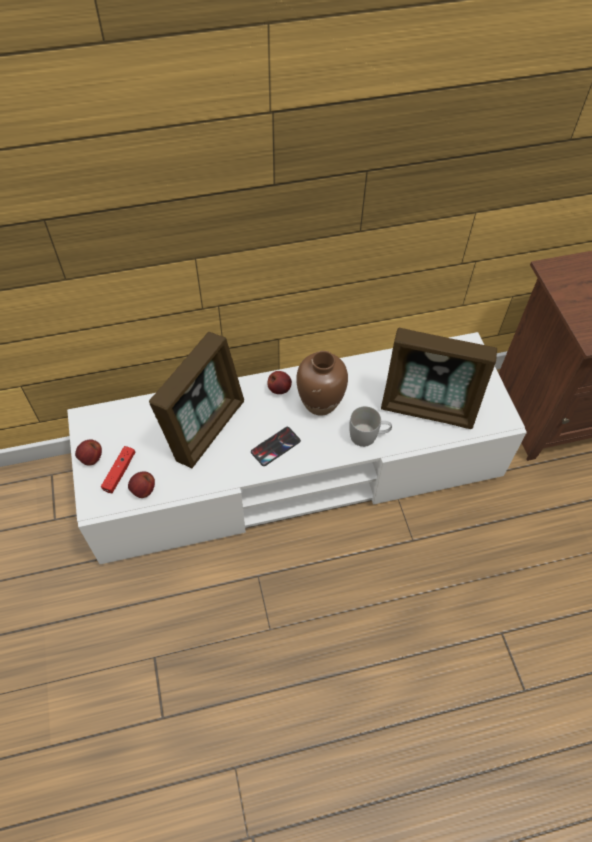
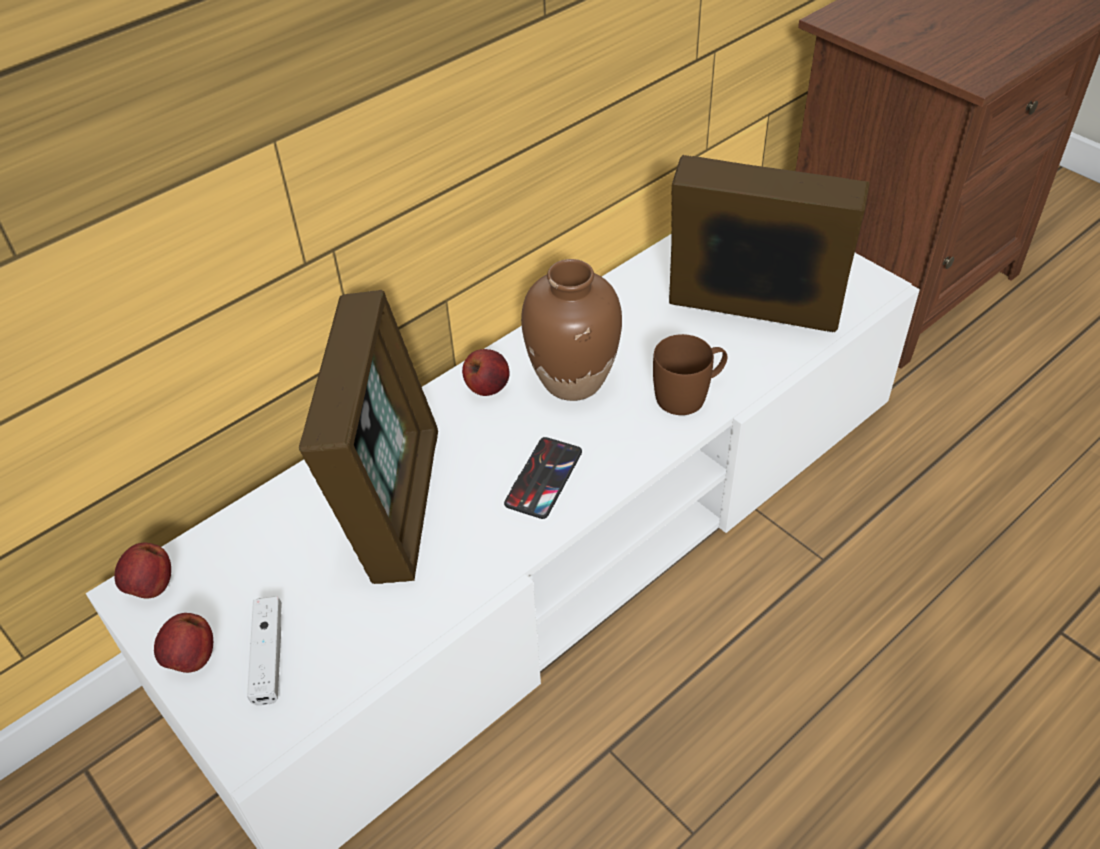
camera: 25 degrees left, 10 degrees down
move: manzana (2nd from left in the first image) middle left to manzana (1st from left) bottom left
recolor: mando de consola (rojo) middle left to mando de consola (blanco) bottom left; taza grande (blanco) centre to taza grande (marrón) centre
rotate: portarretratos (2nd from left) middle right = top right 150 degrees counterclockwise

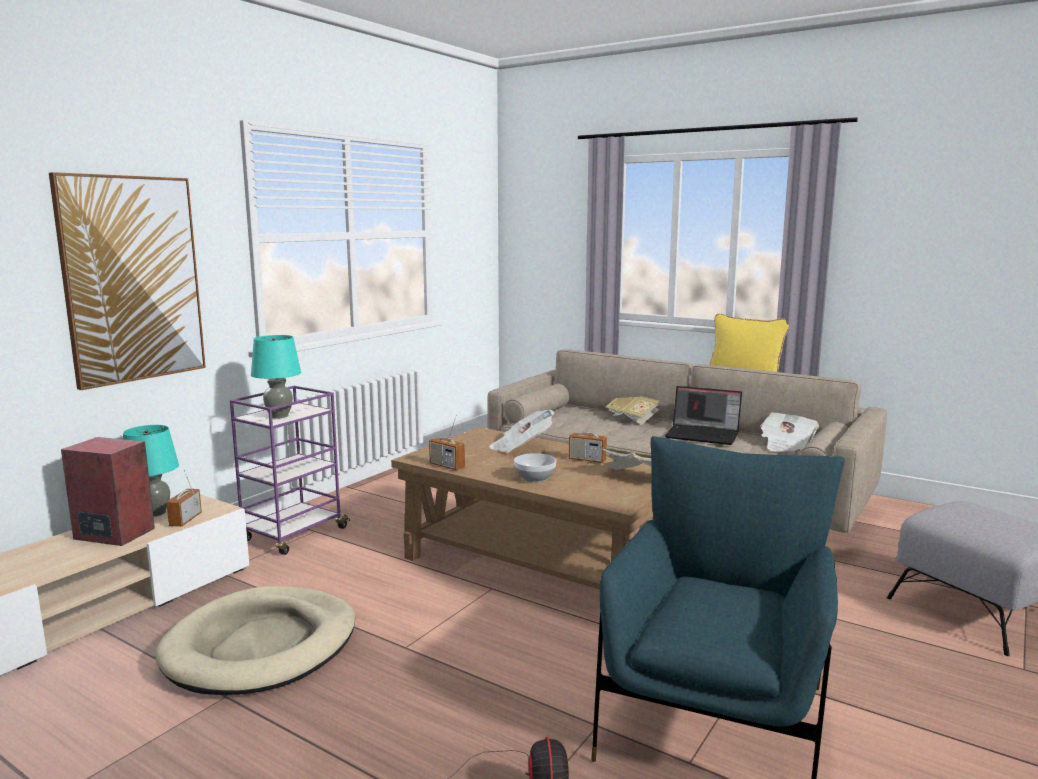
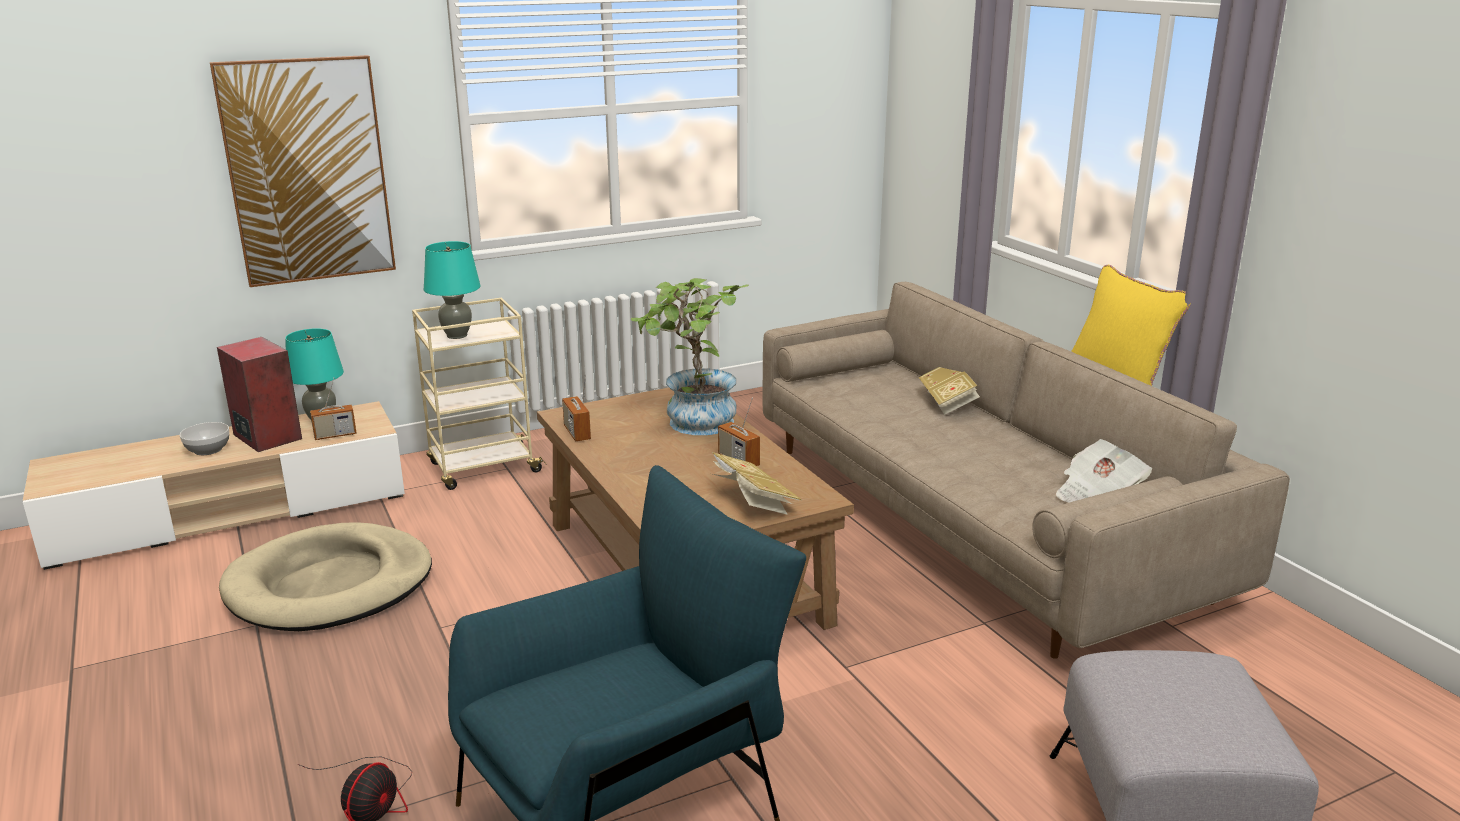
camera: 30 degrees right, 10 degrees up
delete: portátil middle right
move: cuenco centre to middle left
replace: periódico (1st from left) centre to planta en maceta centre
recolor: carrito (morado) middle left to carrito (beis) middle left
rotate: radio (1st from left) middle left = middle left 150 degrees counterclockwise

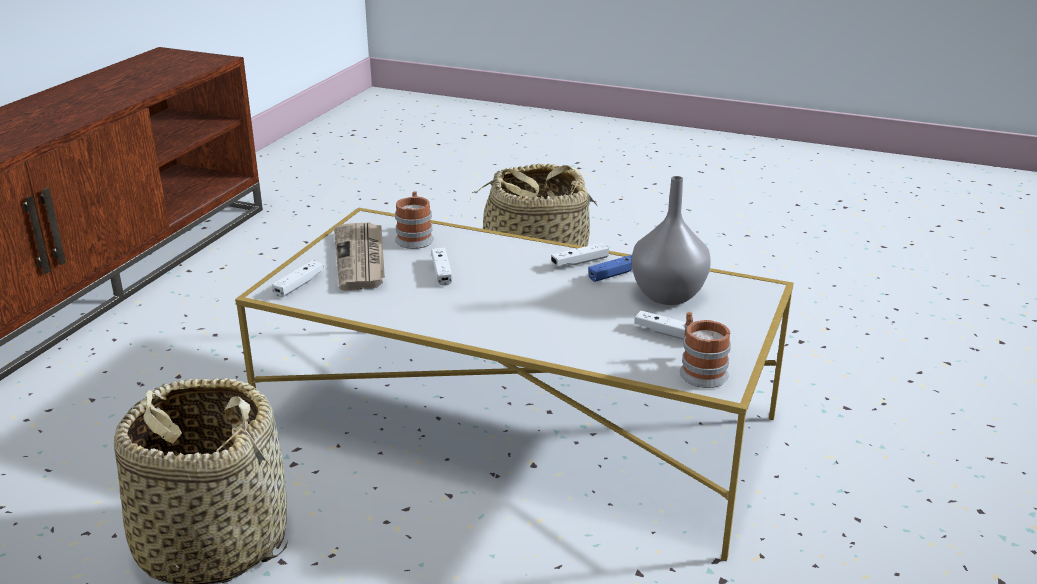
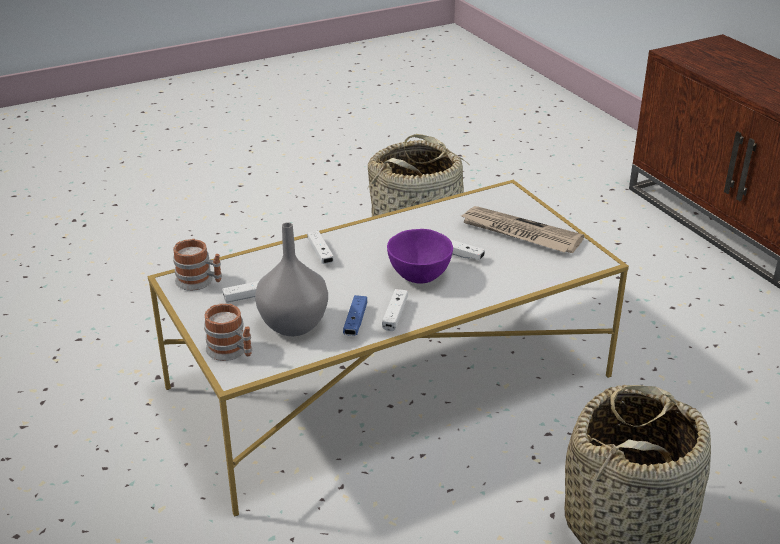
camera: 130 degrees right, 5 degrees up
insert: cuenco (morado) centre
move: mando de consola (blanco) (1st from left in the first image) middle left to mando de consola (blanco) (2nd from left) centre; taza grande (1st from left in the first image) centre to taza grande (2nd from left) middle left

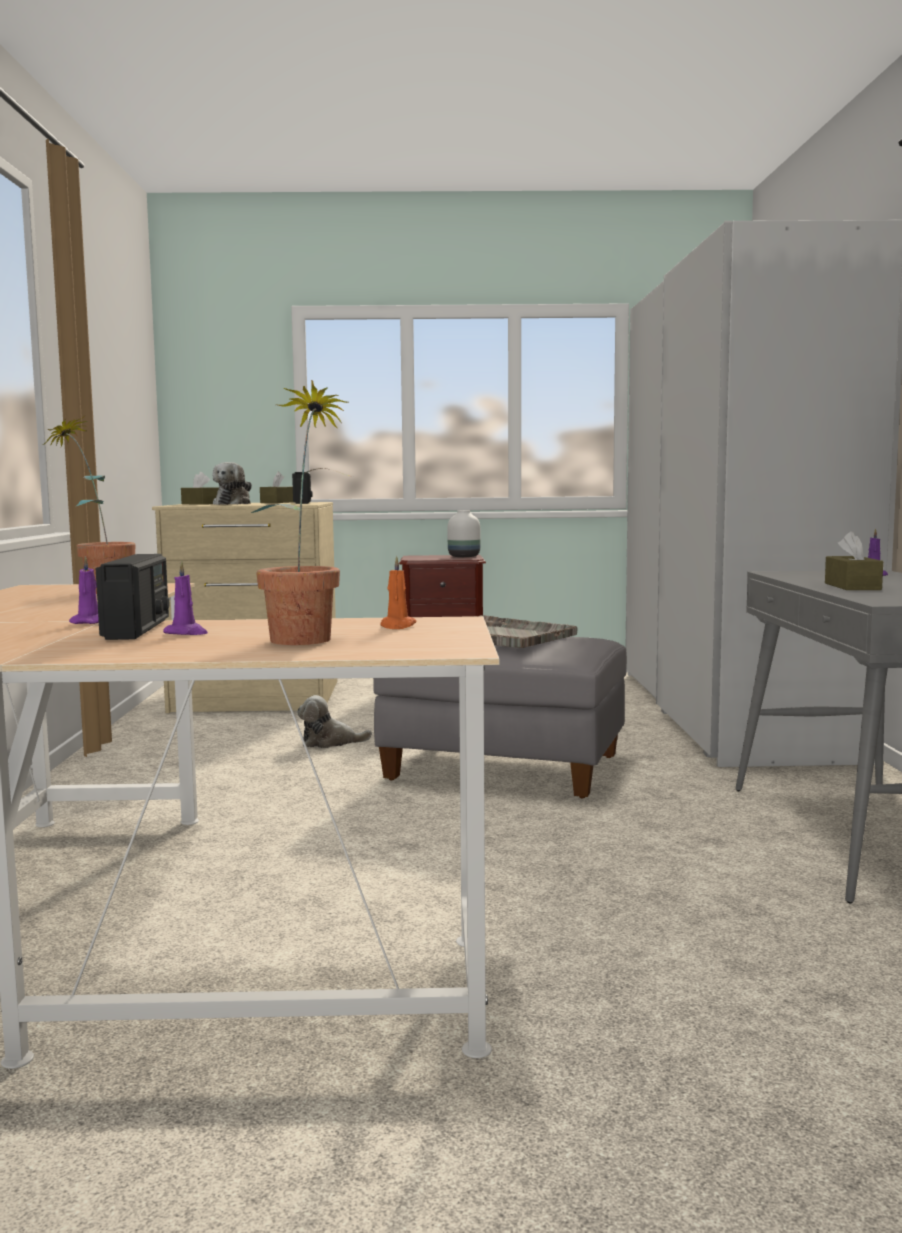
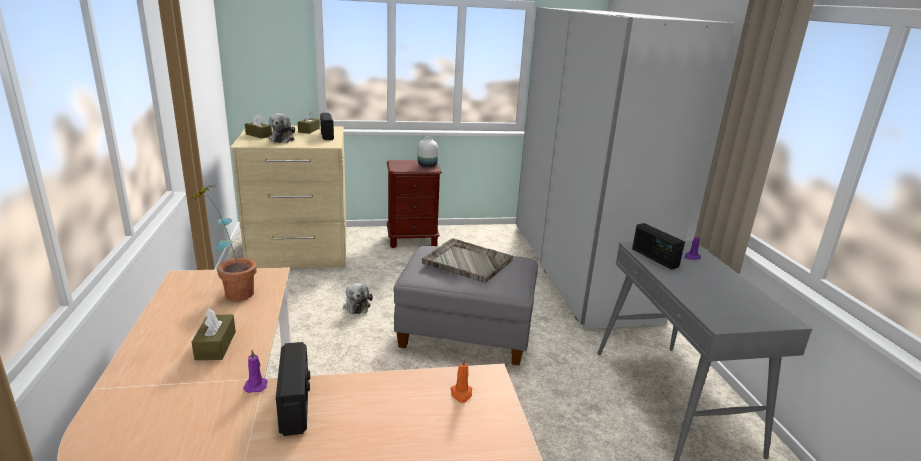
camera: 10 degrees left, 15 degrees up
delete: vela (morado) (2nd from left) middle left; planta en maceta (2nd from left) centre
insert: radio (3rd from left) middle right
move: caja de pañuelos (marrón) (3rd from left in the first image) middle right to caja de pañuelos (marrón) (1st from left) bottom left
rotate: peluche (2nd from left) centre = centre 90 degrees counterclockwise

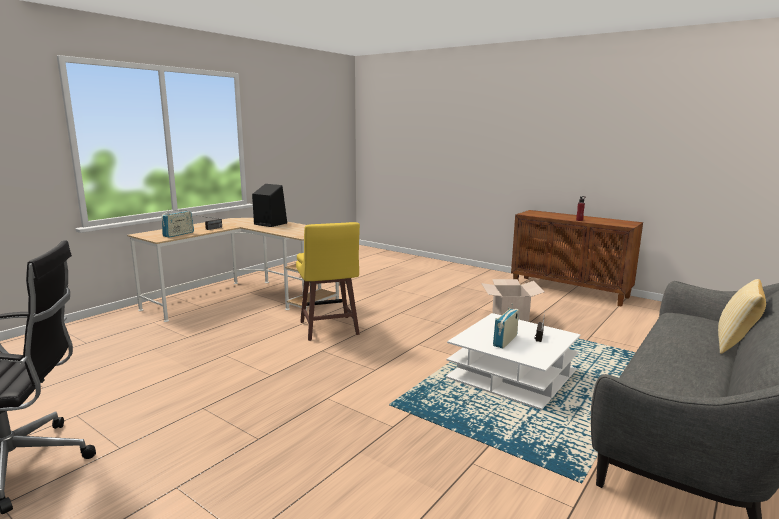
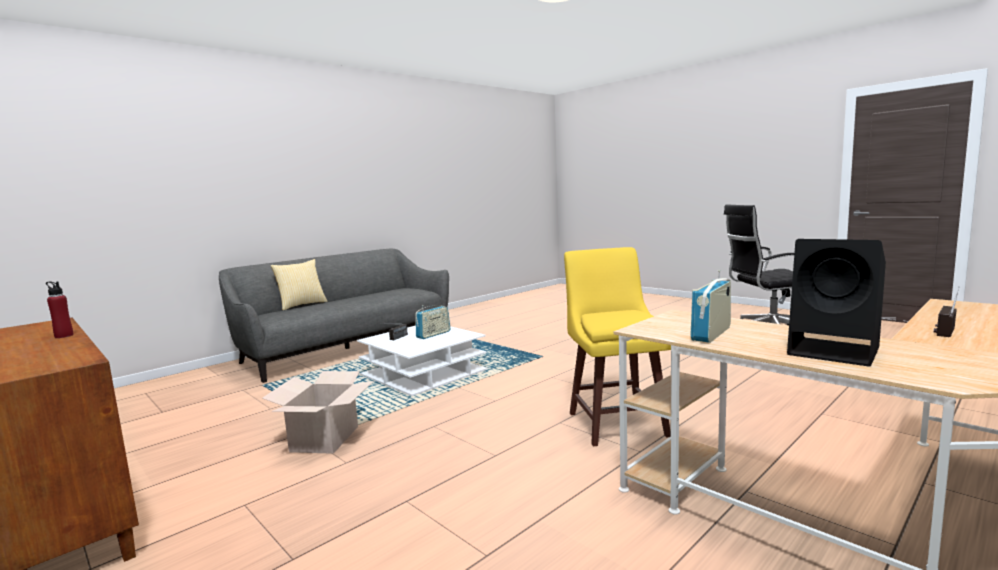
camera: 170 degrees left, 5 degrees down
move: radio (1st from left in the first image) middle left to radio (3rd from left) middle right

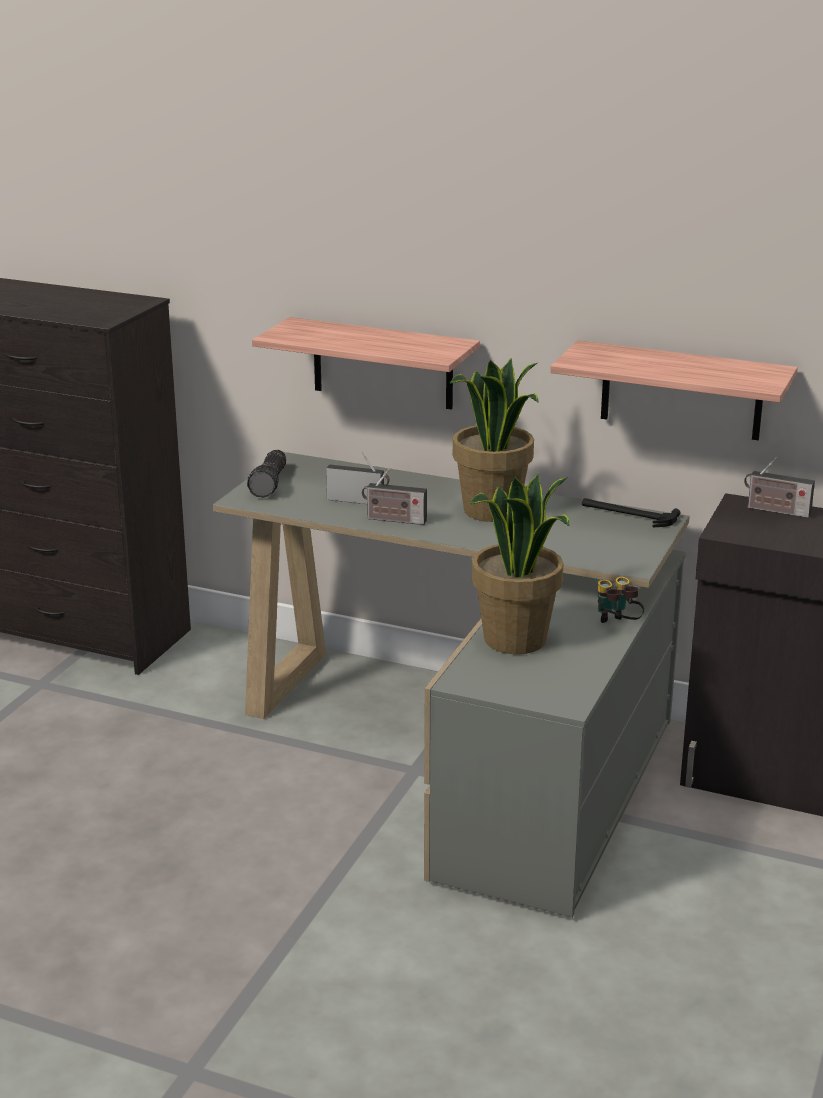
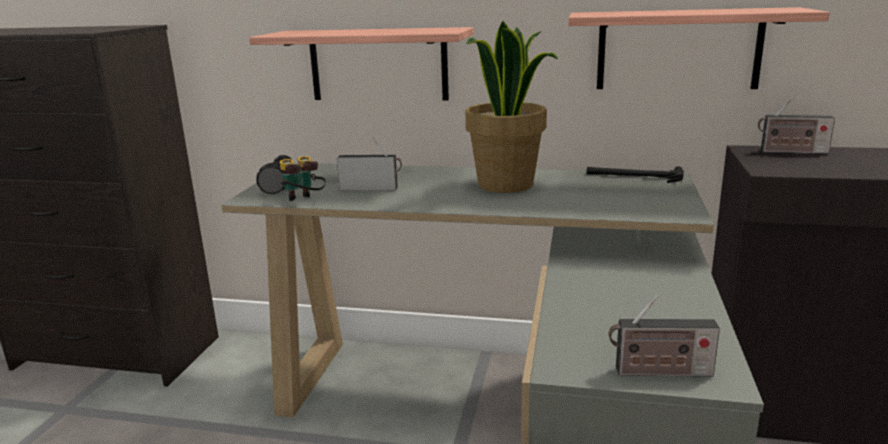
camera: 10 degrees left, 5 degrees down
delete: planta en maceta (2nd from left) centre
move: radio (2nd from left) centre to bottom right; prismáticos middle right to centre

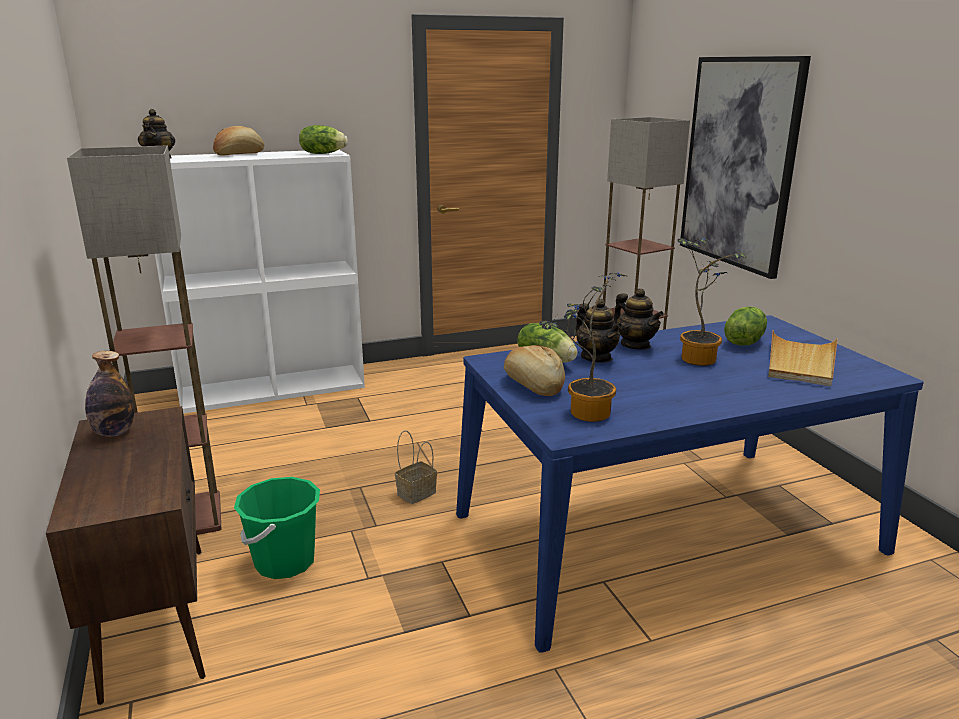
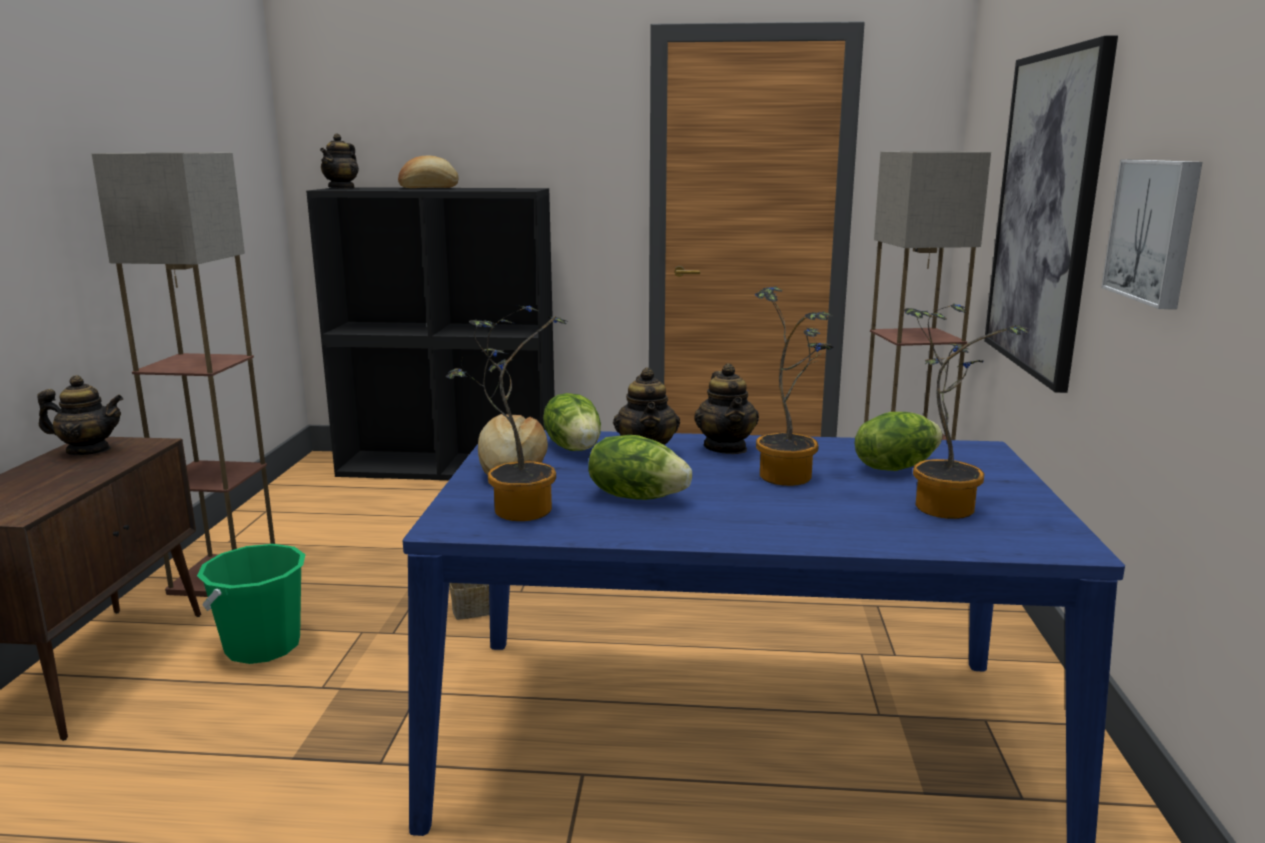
camera: 25 degrees right, 5 degrees down
insert: cuadro (2nd from left) top right
move: lechuga (1st from left in the first image) top centre to lechuga (2nd from left) centre
replace: botella middle left to tetera (1st from left) middle left; bandeja (beis) middle right to planta en maceta (3rd from left) middle right
recolor: estantería (blanco) middle left to estantería (negro) centre

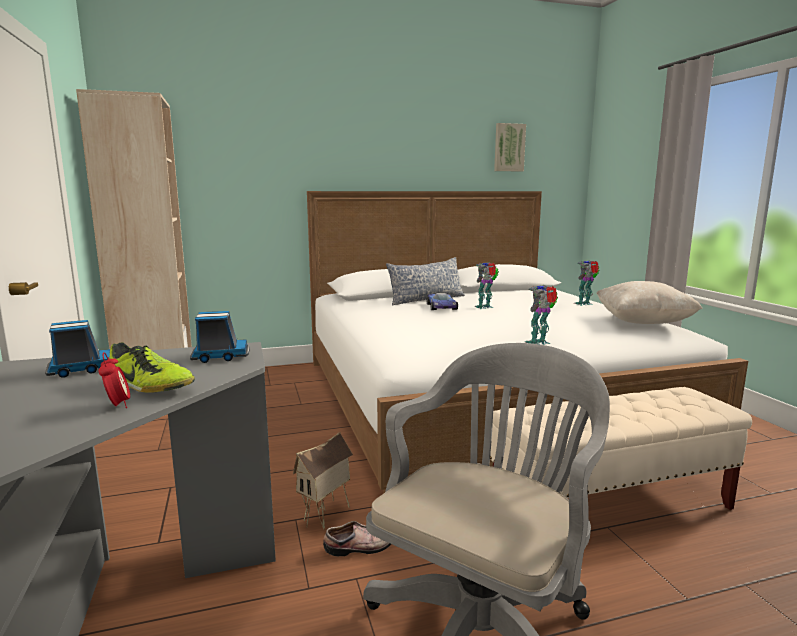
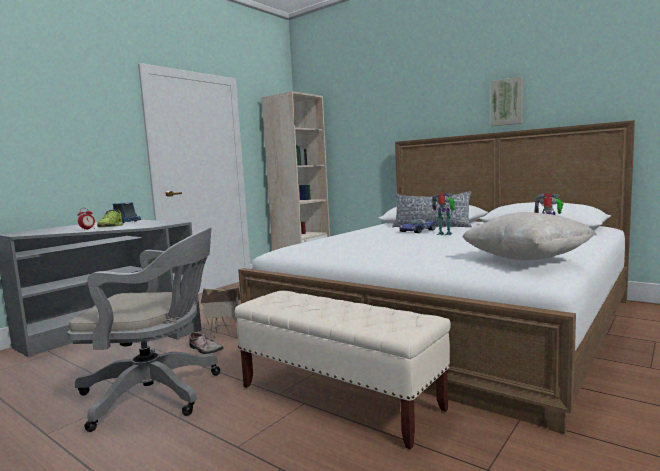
camera: 55 degrees right, 5 degrees down
delete: camión de juguete (2nd from left) middle left; robot de juguete (2nd from left) middle right
move: cuadro top centre to top right

